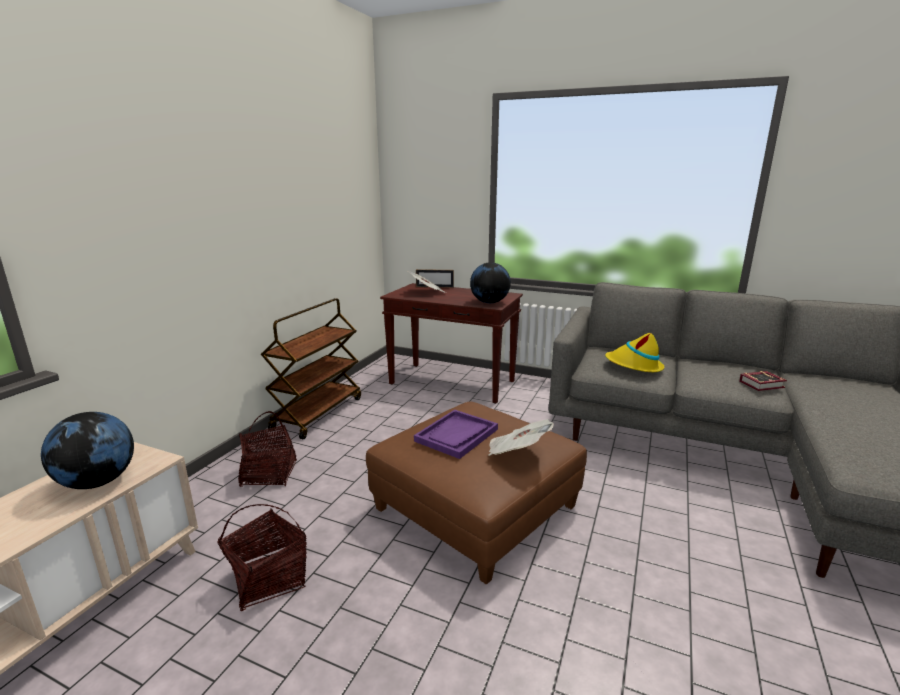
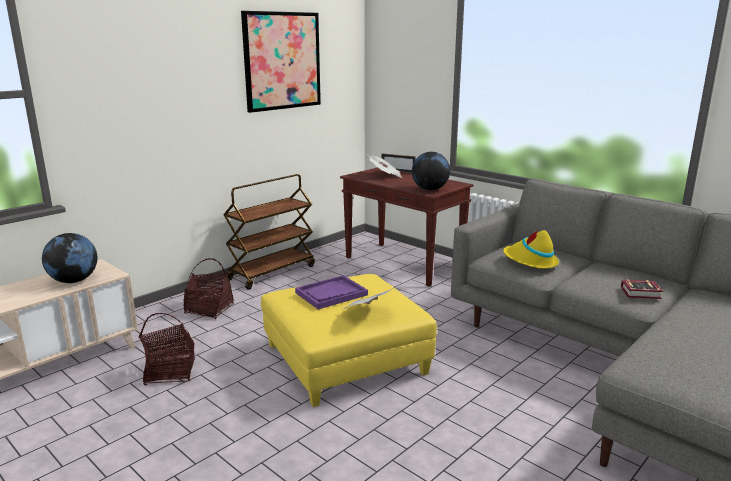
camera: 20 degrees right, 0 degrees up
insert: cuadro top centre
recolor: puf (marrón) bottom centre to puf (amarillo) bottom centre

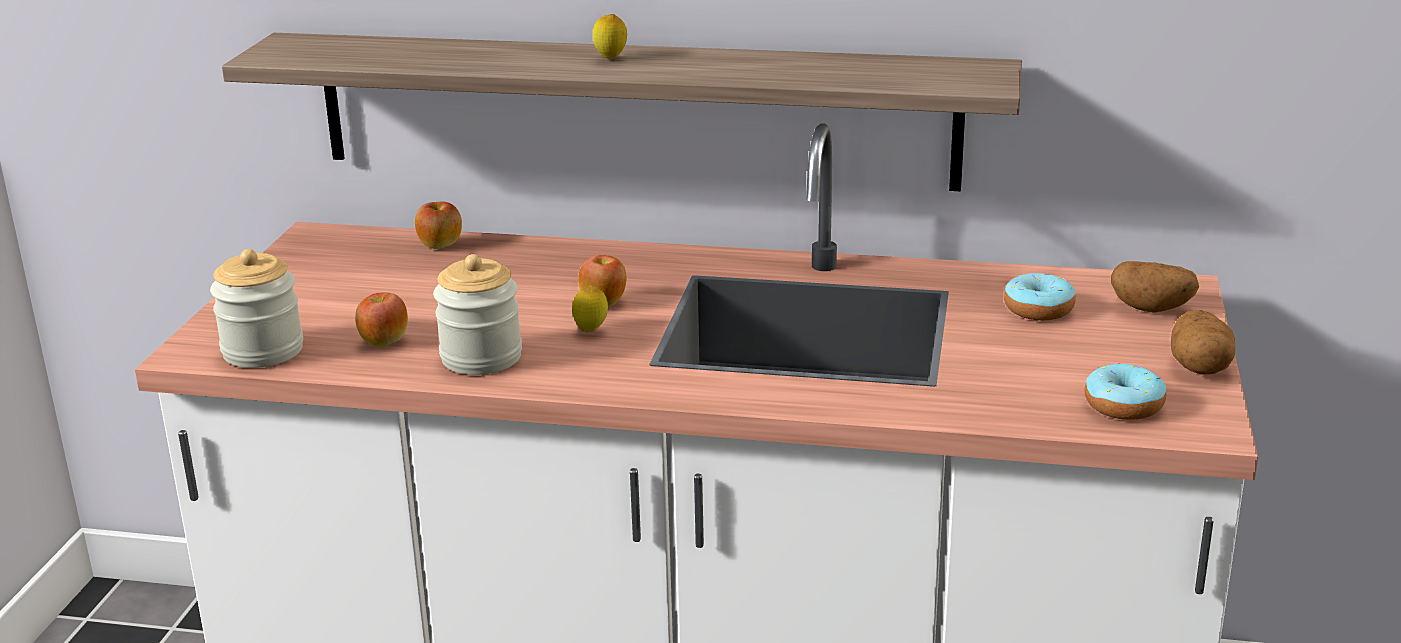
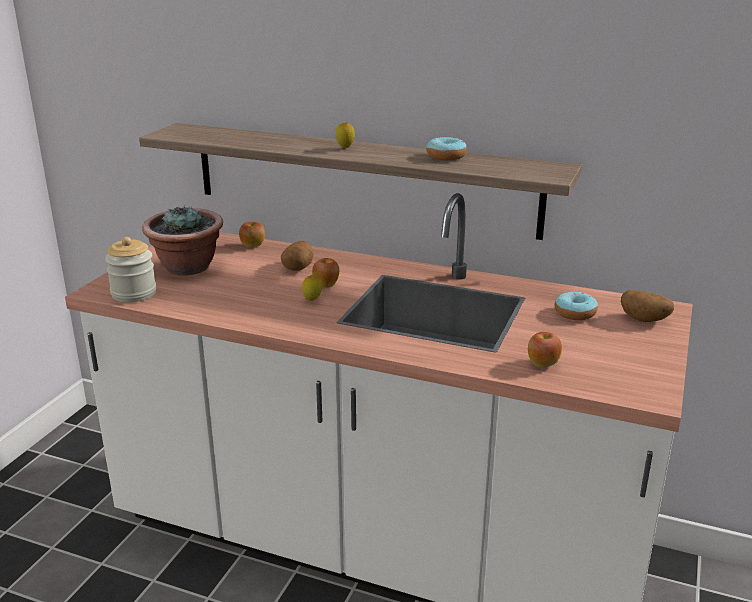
camera: 10 degrees right, 0 degrees up
delete: tarro (2nd from left) centre
insert: planta en maceta middle left
move: manzana (1st from left in the first image) middle left to manzana (3rd from left) middle right; rosquilla (2nd from left in the first image) middle right to rosquilla (1st from left) top centre; patata (2nd from left in the first image) middle right to patata (1st from left) centre

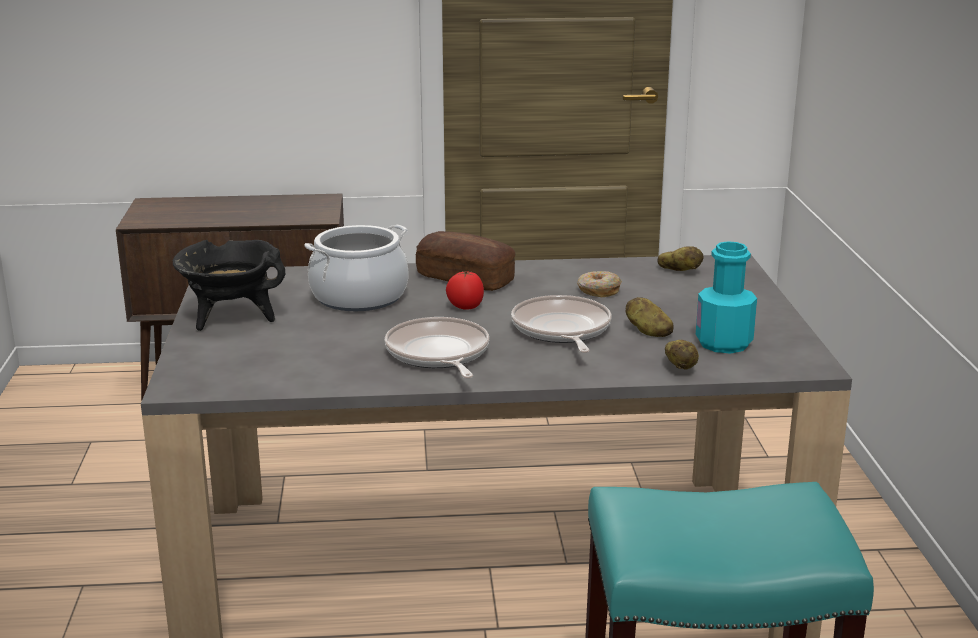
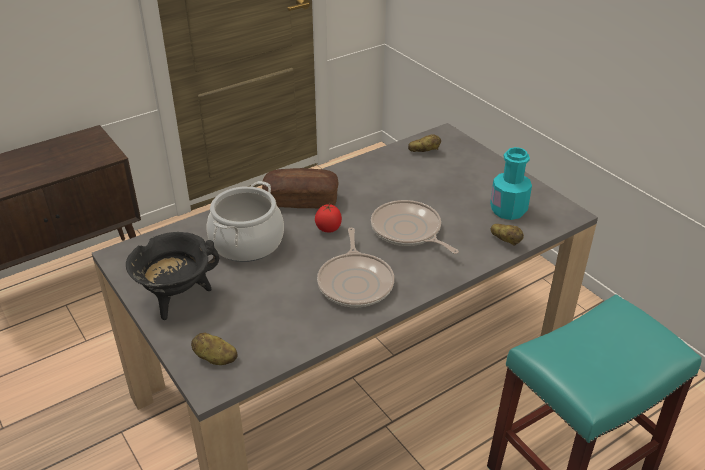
camera: 30 degrees left, 15 degrees up
delete: rosquilla centre
move: patata (1st from left) centre to bottom left
rotate: sartén (1st from left) centre = centre 135 degrees counterclockwise

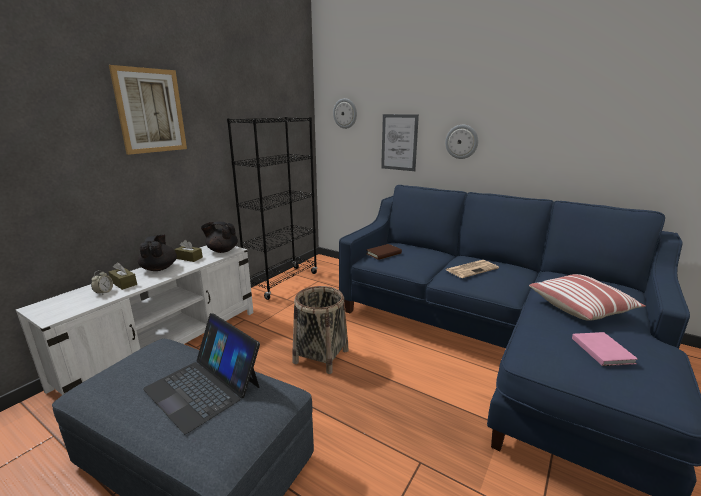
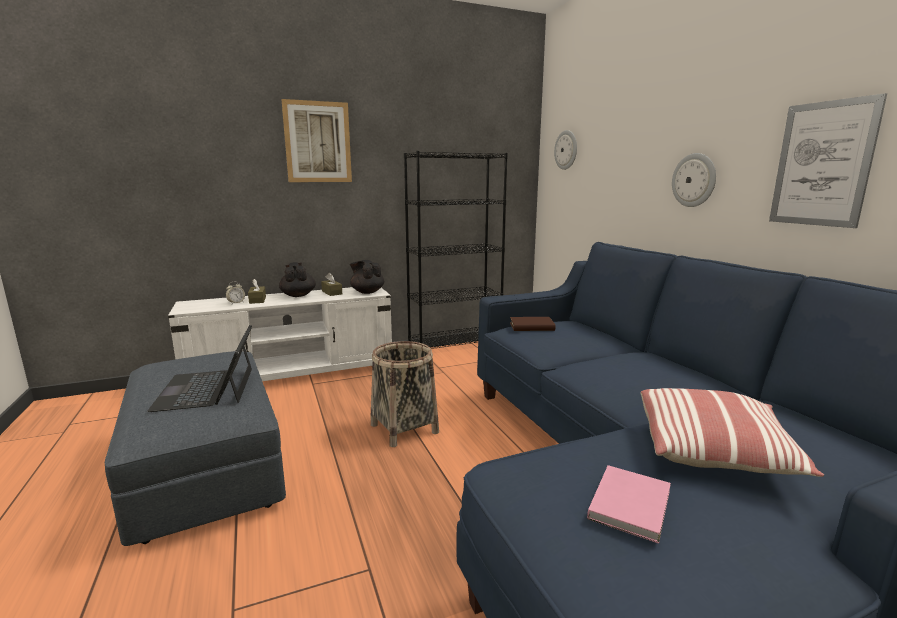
camera: 35 degrees right, 5 degrees down
delete: periódico middle right
move: cuadro (2nd from left) top centre to top right
rotate: tetera (negro) (1st from left) middle left = middle left 45 degrees counterclockwise

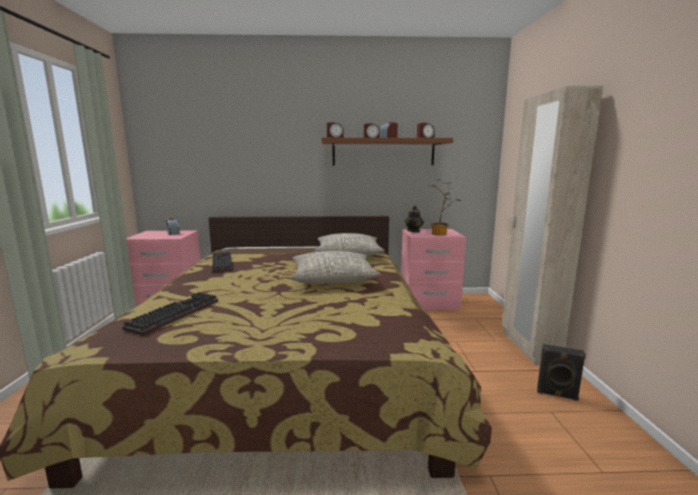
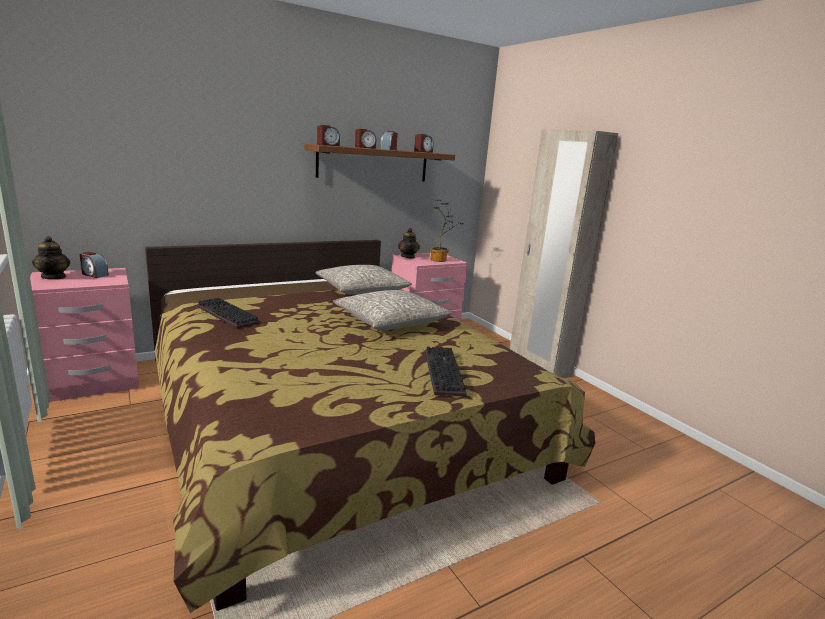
camera: 30 degrees left, 5 degrees up
delete: altavoz (negro) bottom right
insert: tetera (1st from left) middle left
move: teclado (1st from left in the first image) middle left to teclado (2nd from left) centre

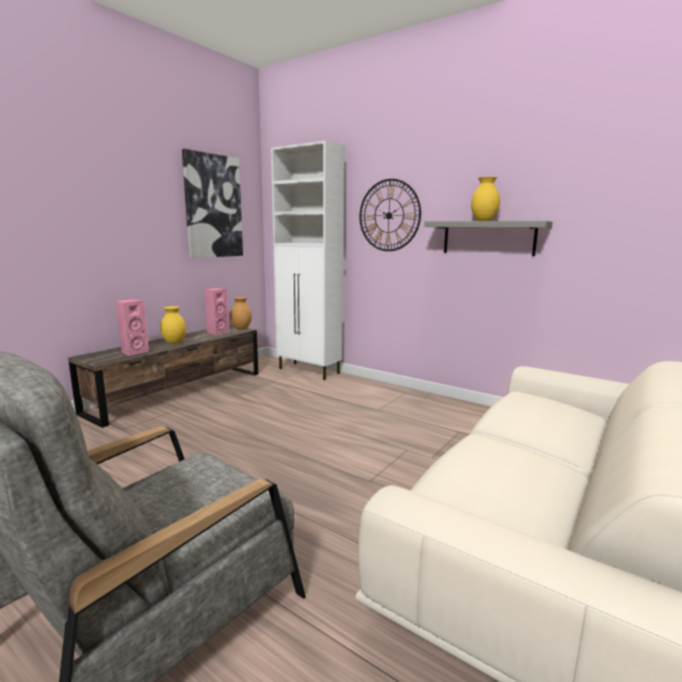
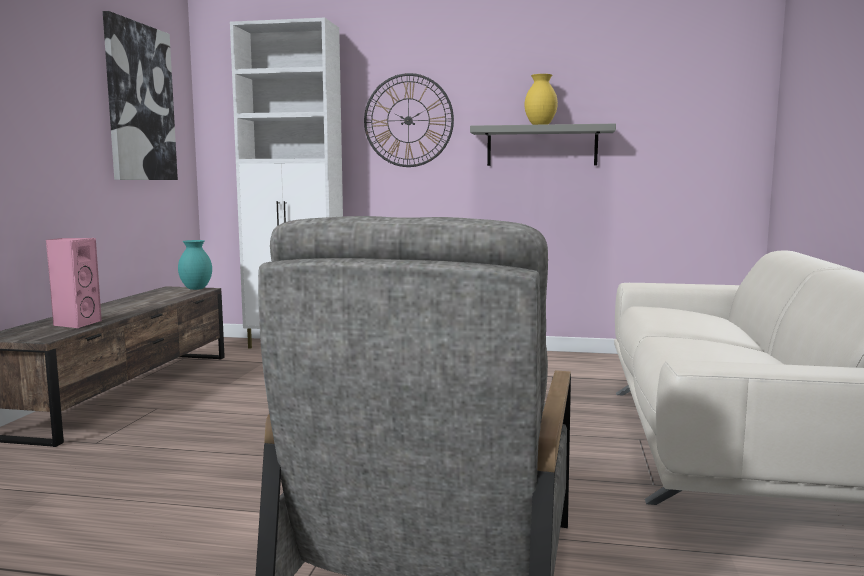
camera: 25 degrees left, 5 degrees down
delete: florero (amarillo) (1st from left) middle left; altavoz (rosa) (2nd from left) middle left
recolor: florero (marrón) centre to florero (turquesa) middle left

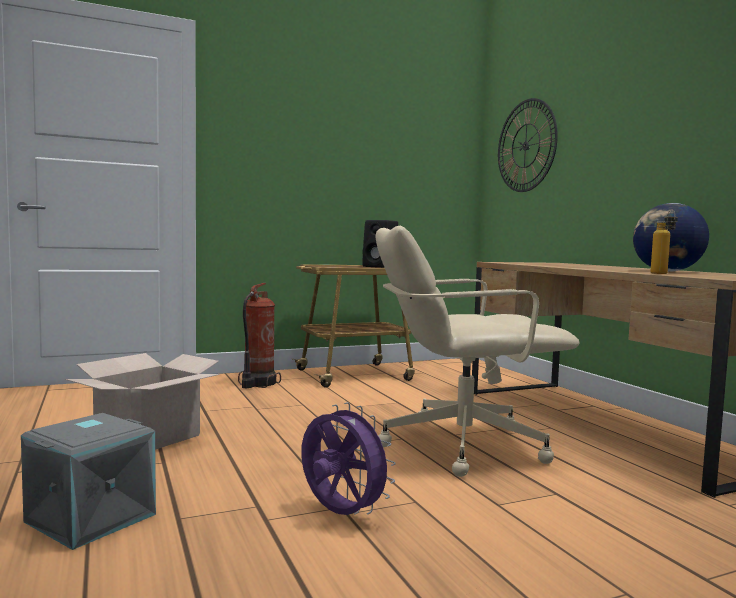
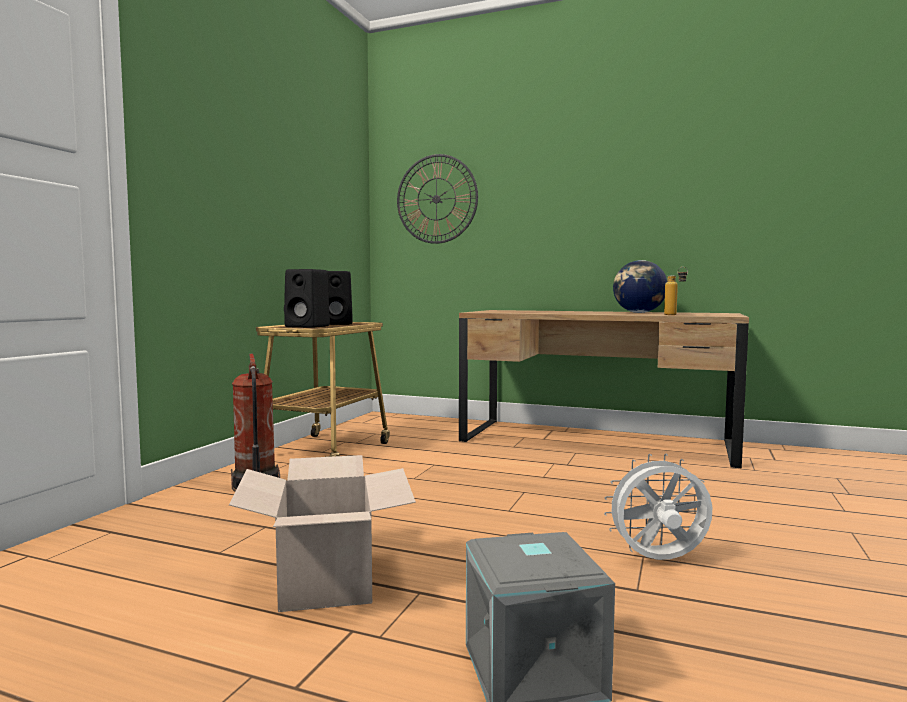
camera: 45 degrees left, 0 degrees up
delete: silla de oficina (beis) centre
insert: altavoz (negro) (1st from left) centre
recolor: ventilador (morado) bottom centre to ventilador (blanco) bottom right

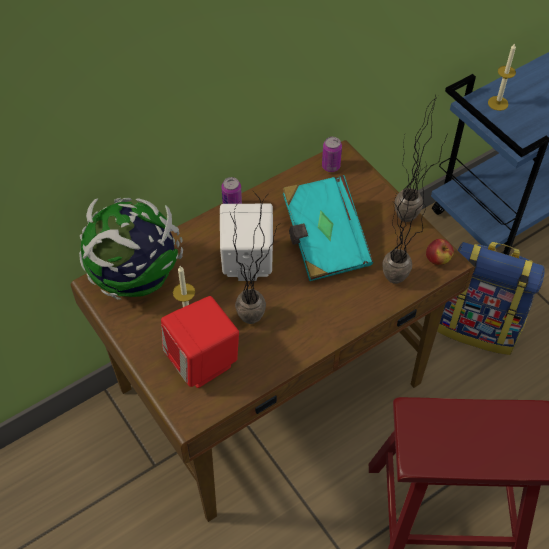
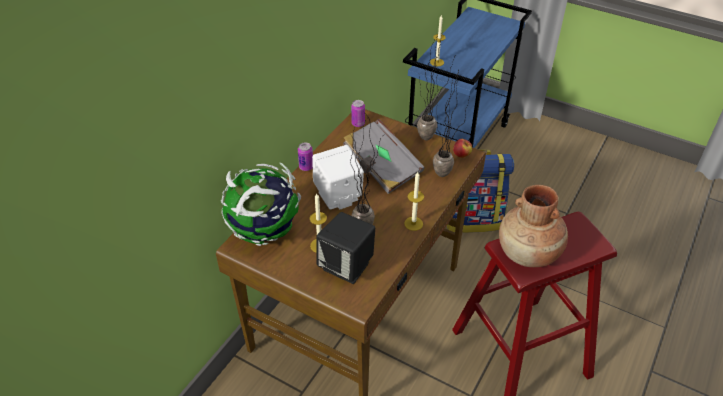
camera: 25 degrees left, 10 degrees down
insert: vela (2nd from left) centre; florero (marrón) middle right
recolor: altavoz (rojo) centre to altavoz (negro) centre; libro (turquesa) centre to libro (gris) centre

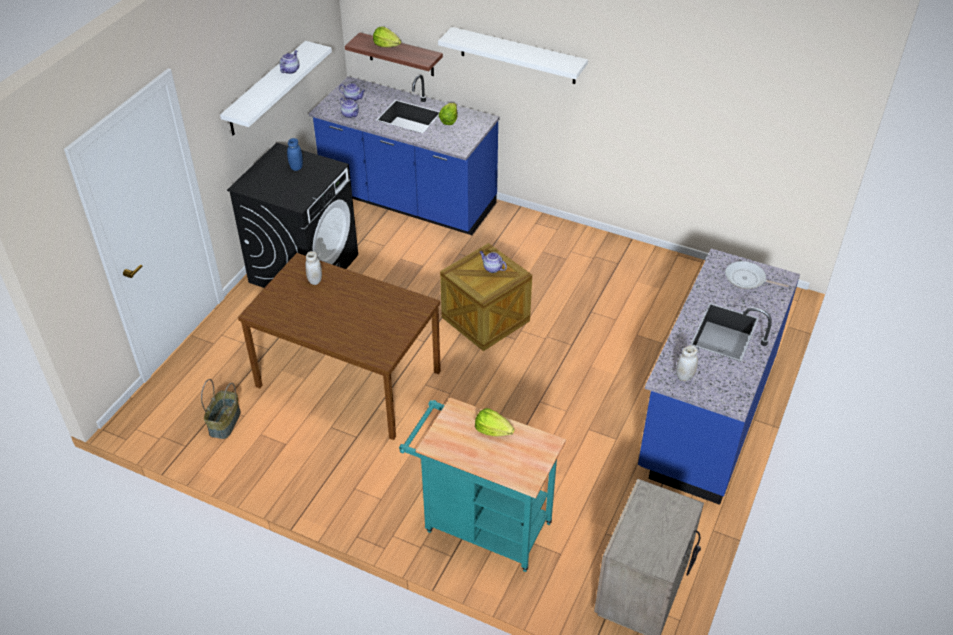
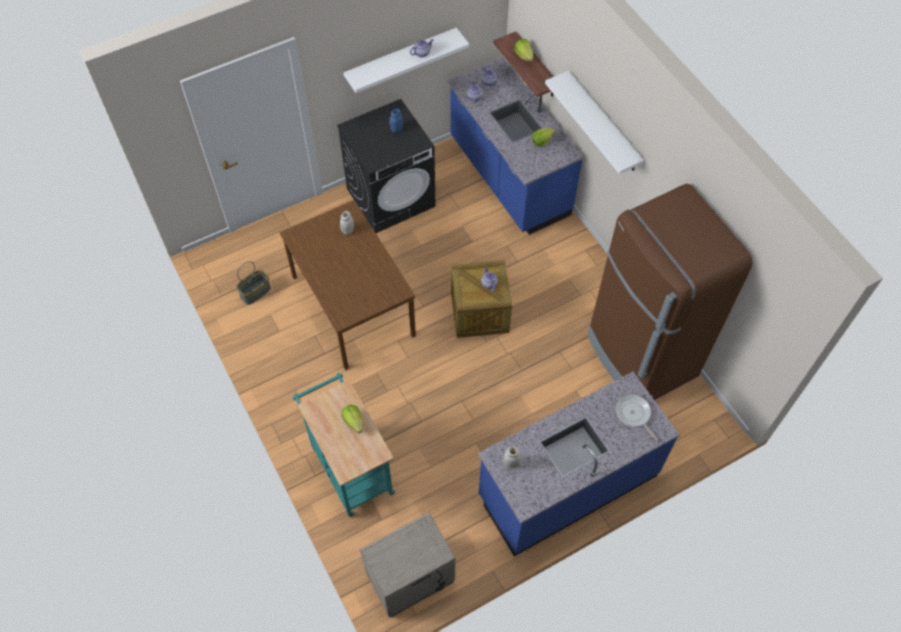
camera: 35 degrees right, 15 degrees up
insert: nevera (marrón) middle right

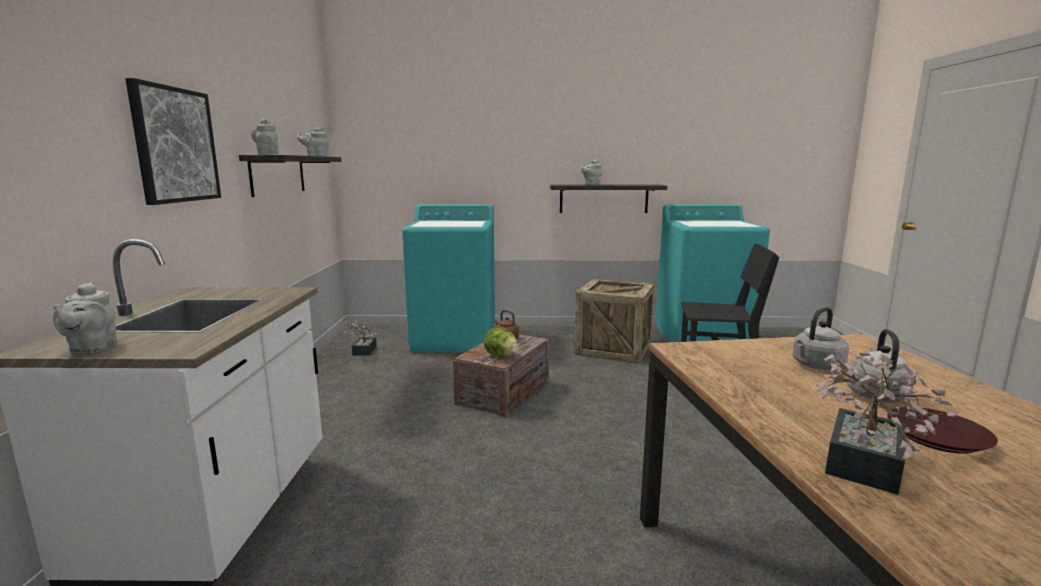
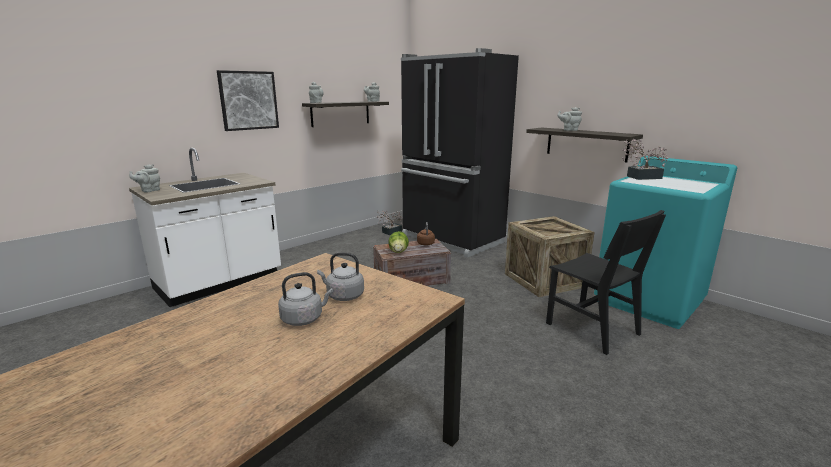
camera: 45 degrees right, 5 degrees up
delete: plato (marrón) bottom right
move: planta en maceta (2nd from left) bottom right to middle right
replace: lavadora (turquesa) (1st from left) centre to nevera (negro) top centre

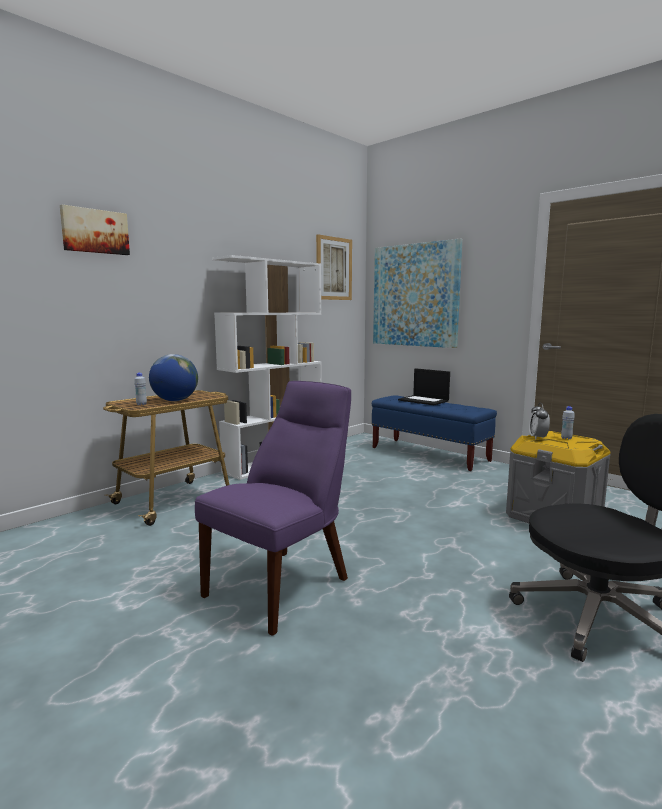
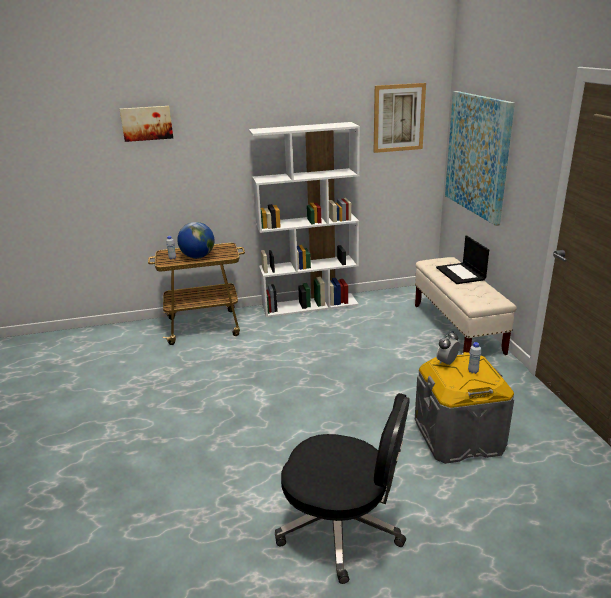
camera: 35 degrees right, 15 degrees up
delete: silla (morado) centre
recolor: banco (azul) centre to banco (beis) middle right

